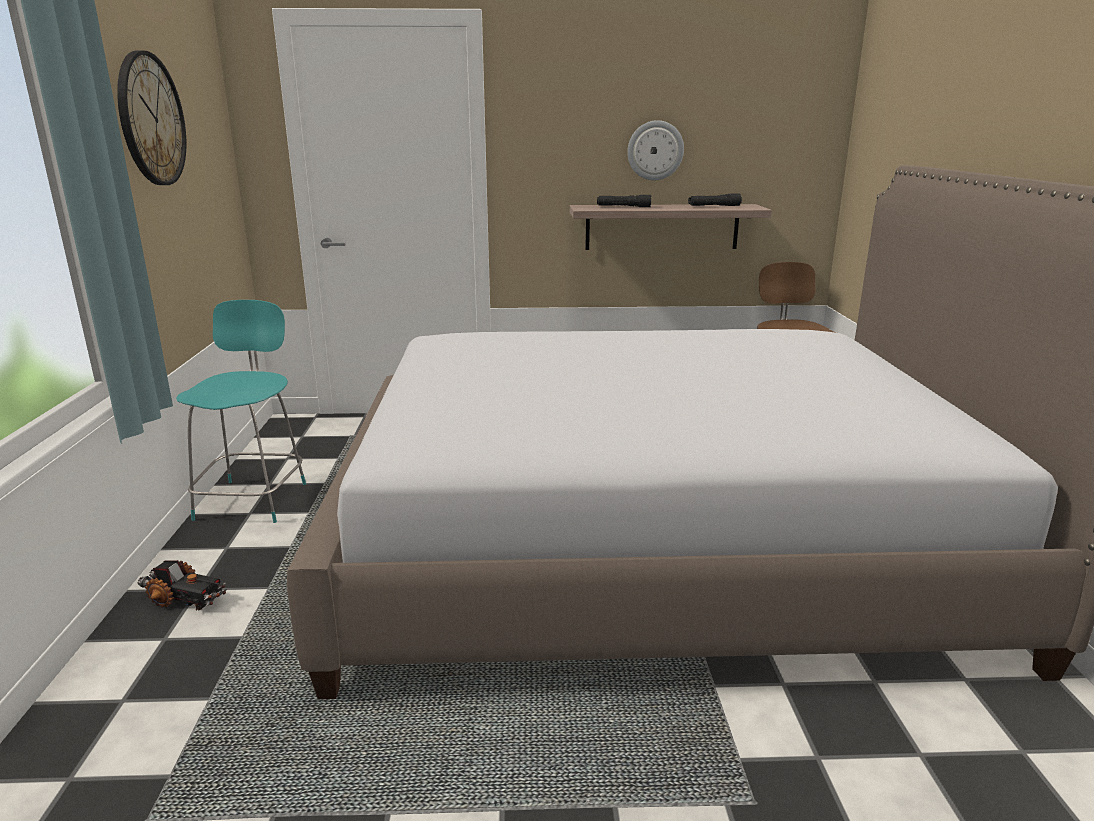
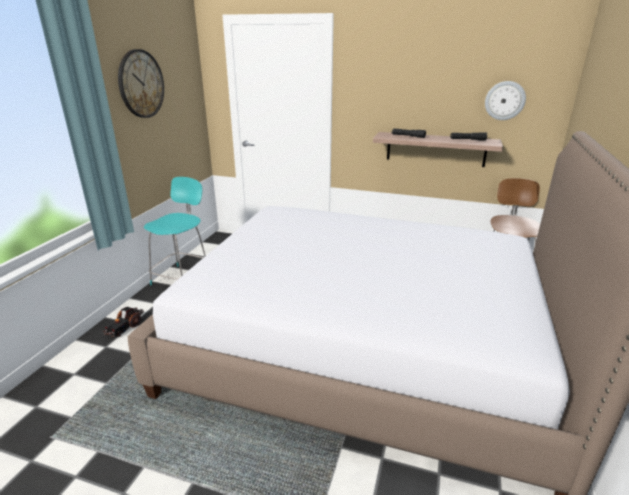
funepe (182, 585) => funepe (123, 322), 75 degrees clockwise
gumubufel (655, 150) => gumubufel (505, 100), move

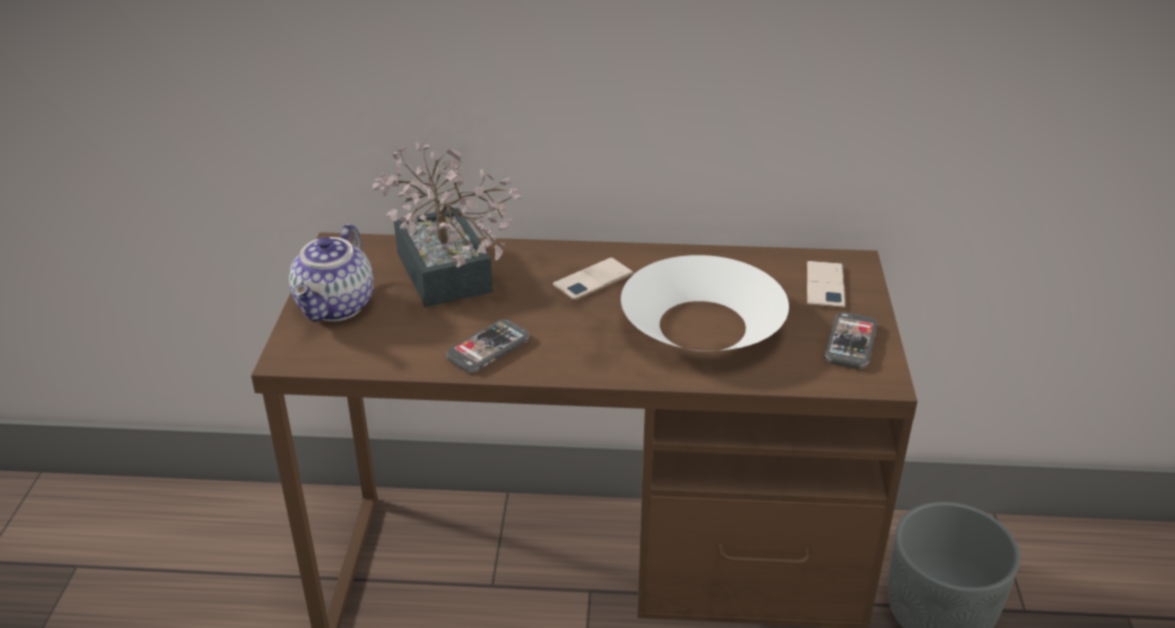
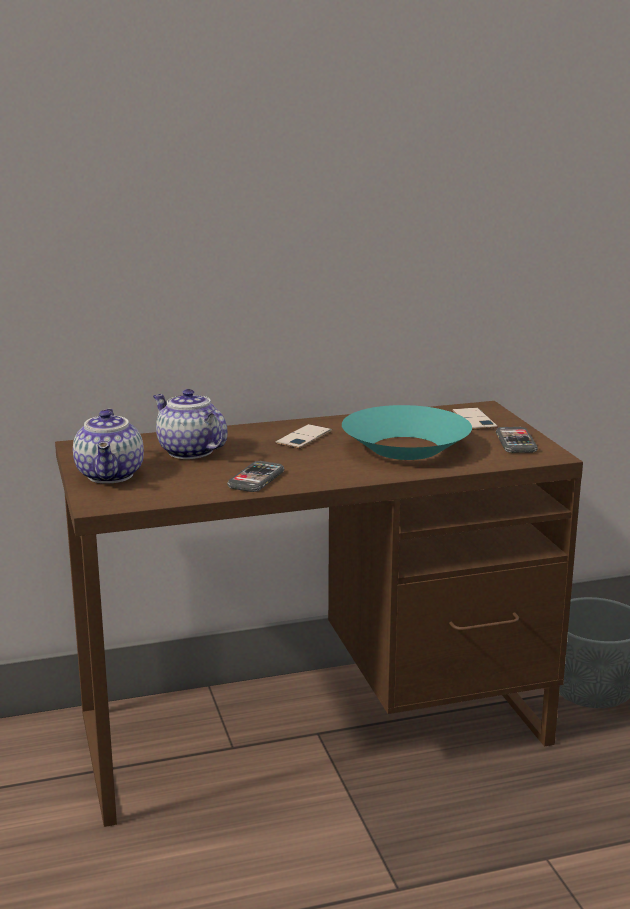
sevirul (447, 224) => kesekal (190, 424)
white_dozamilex (705, 303) => turquoise_dozamilex (407, 432)

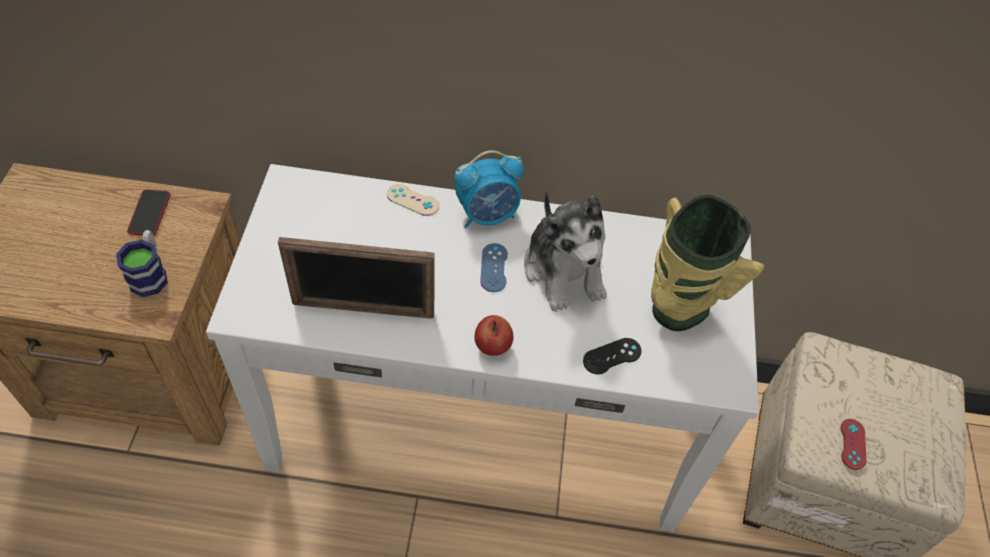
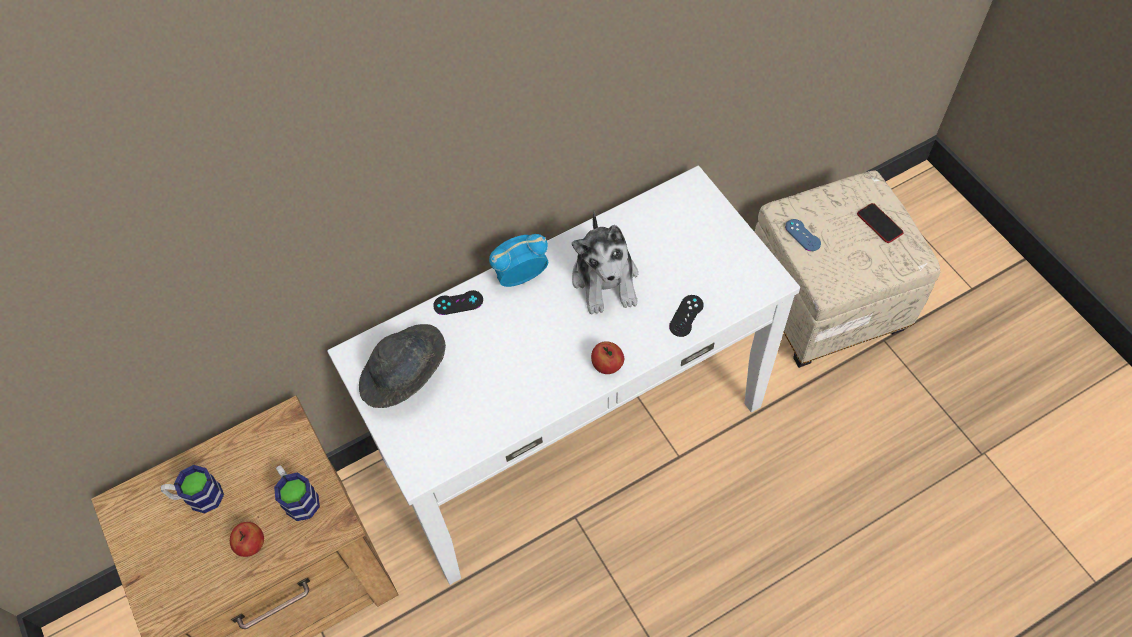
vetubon (148, 212) => vetubon (880, 223), move
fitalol (356, 278) => nothing
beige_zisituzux (413, 200) => black_zisituzux (458, 302)
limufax (489, 189) => limufax (518, 260), 150 degrees counterclockwise
blue_zisituzux (494, 267) => blue_zisituzux (803, 235), move
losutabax (565, 251) => losutabax (605, 263), 45 degrees clockwise
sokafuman (707, 263) => nothing
red_zisituzux (853, 444) => nothing
nothing => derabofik (192, 489)
nothing => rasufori (247, 539)
nothing => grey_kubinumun (402, 366)

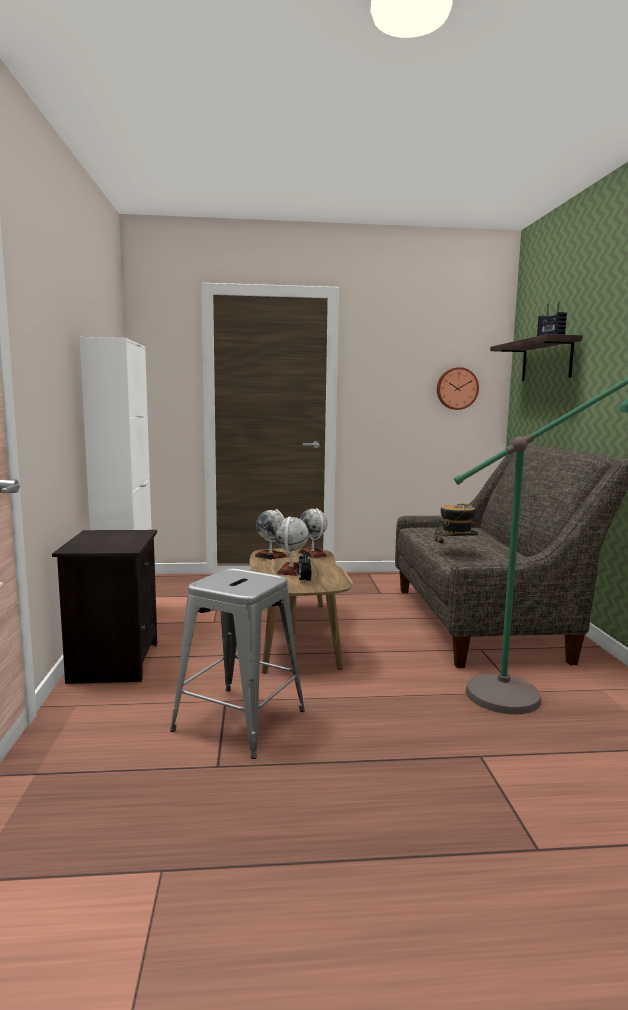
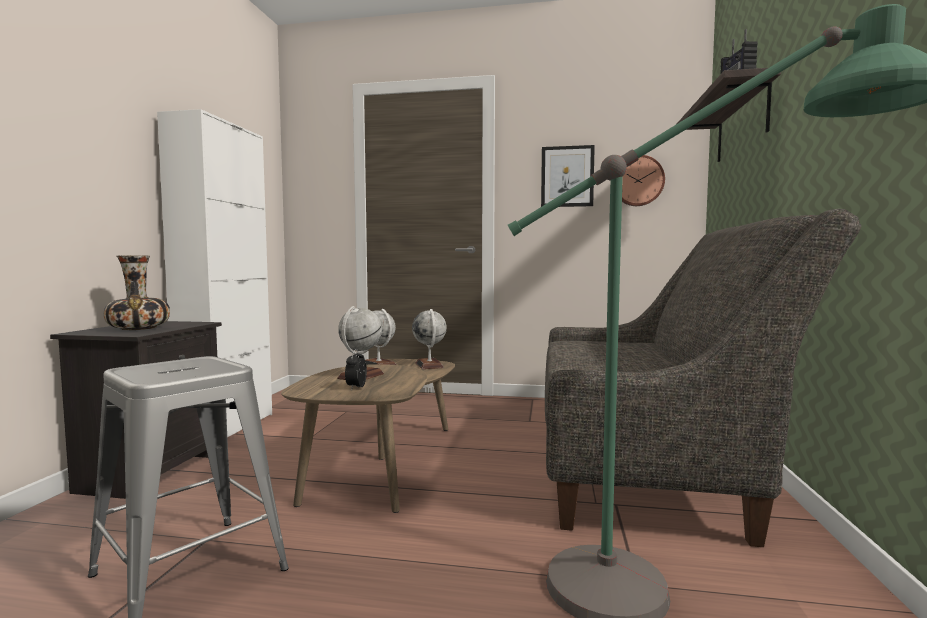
kubinumun (456, 525) => nothing
nothing => sokafuman (137, 292)
nothing => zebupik (568, 176)

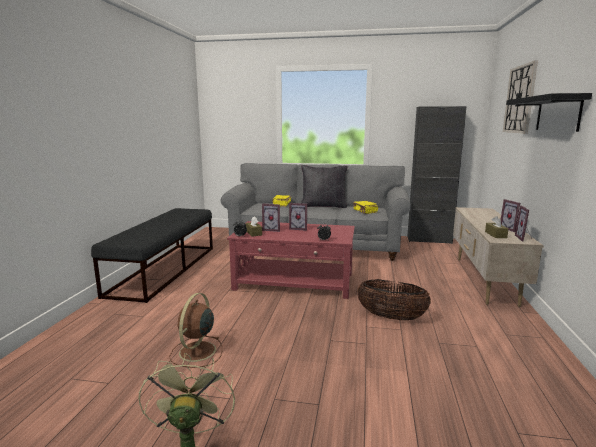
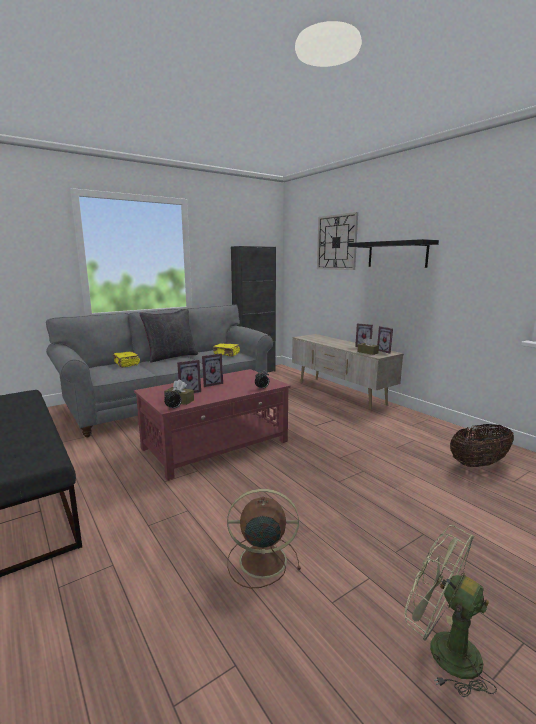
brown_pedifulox (195, 330) => brown_pedifulox (264, 539), 120 degrees clockwise
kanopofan (394, 299) => kanopofan (482, 445), move

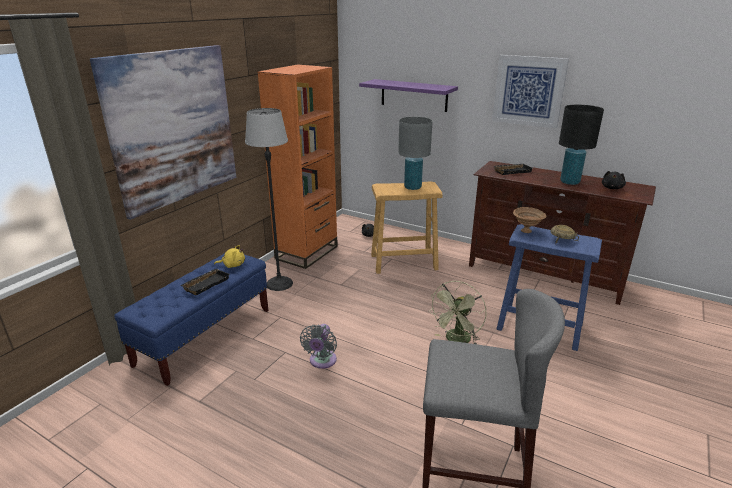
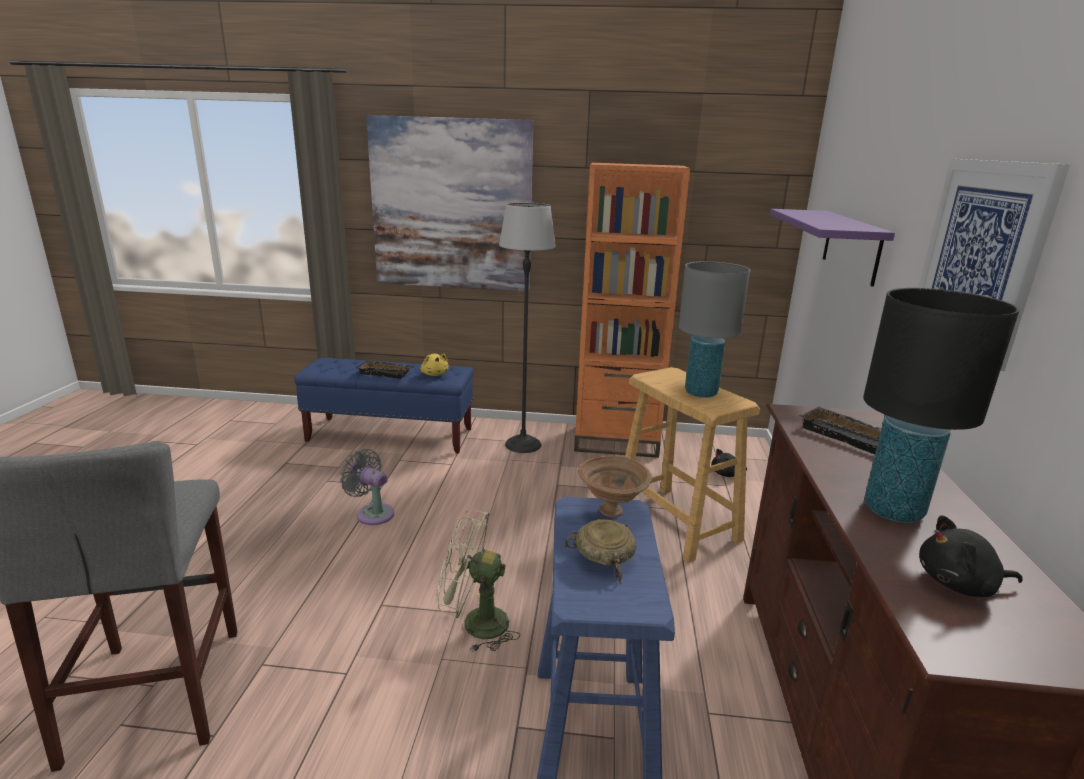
grey_pedifulox (318, 346) => grey_pedifulox (367, 487), 45 degrees clockwise

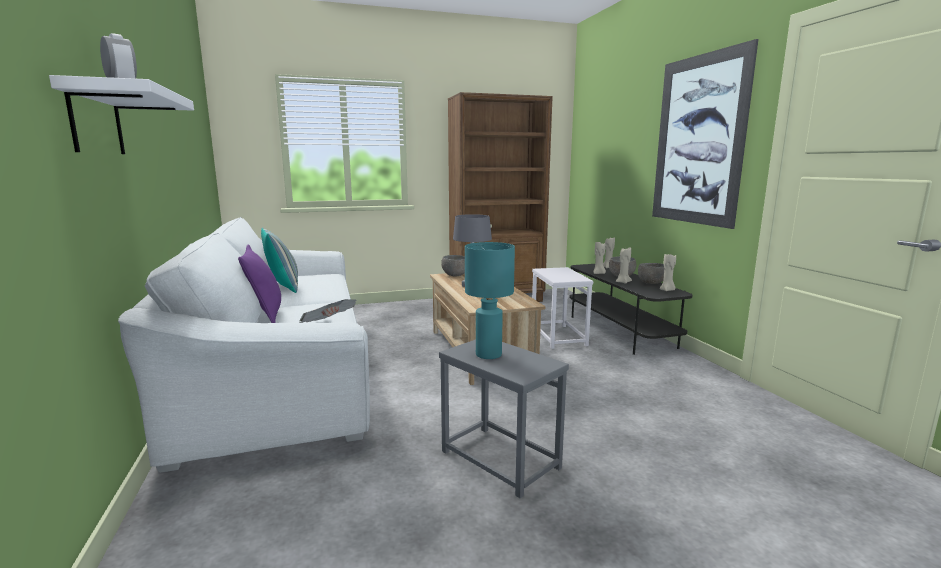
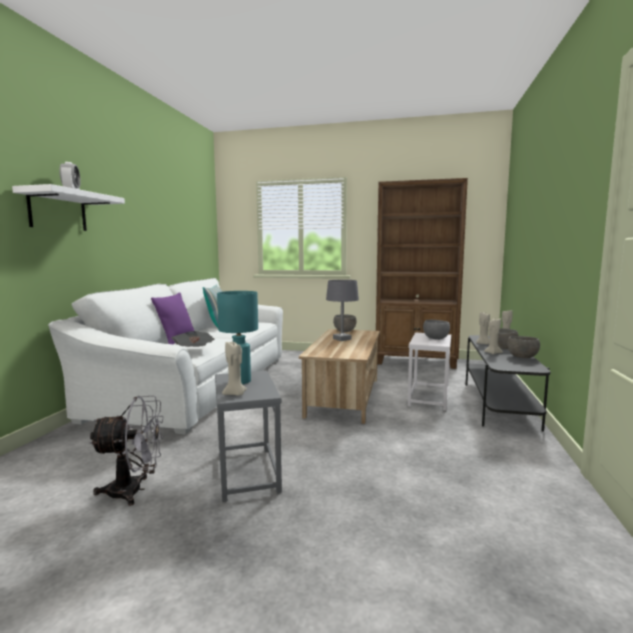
zebupik (705, 134) => nothing
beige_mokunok (668, 272) => beige_mokunok (234, 369), move
nothing => grey_pedifulox (126, 451)
nothing => grey_dozamilex (436, 330)

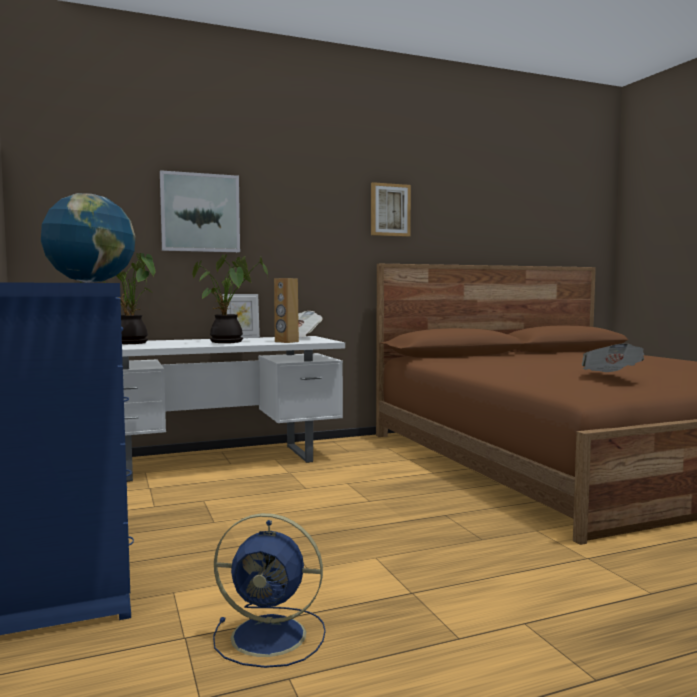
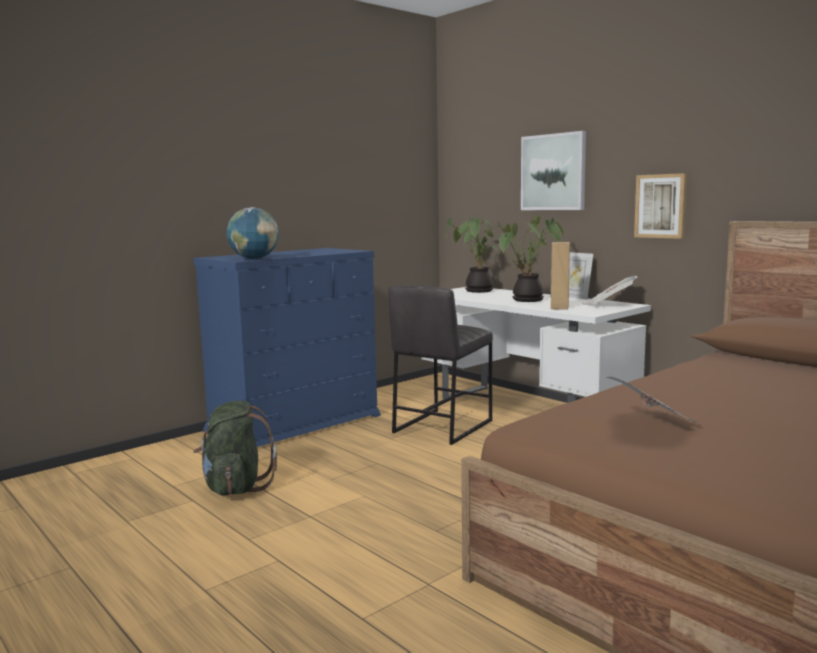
blue_pedifulox (269, 590) => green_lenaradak (235, 448)
zebupik (391, 209) => zebupik (660, 206), move
nothing => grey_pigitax (440, 365)

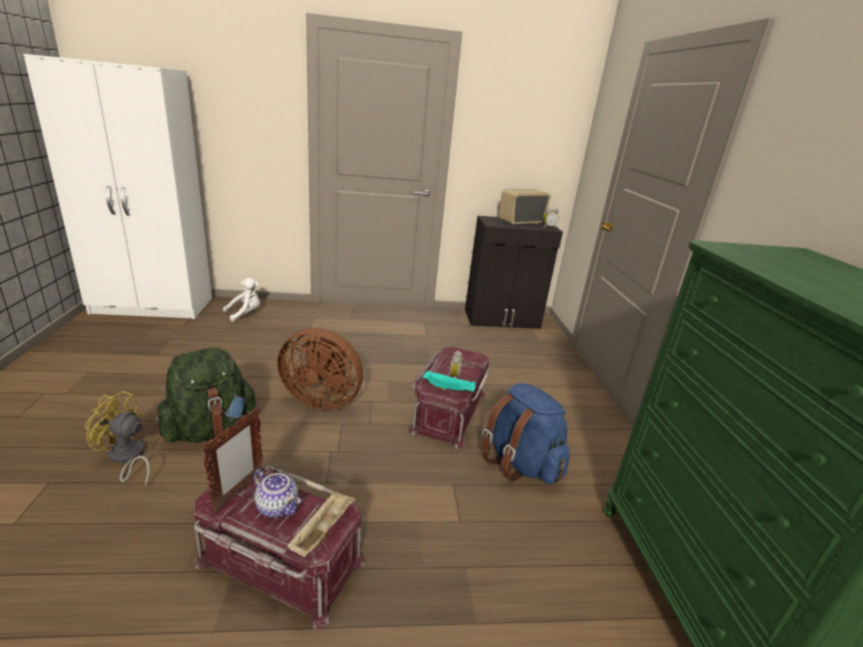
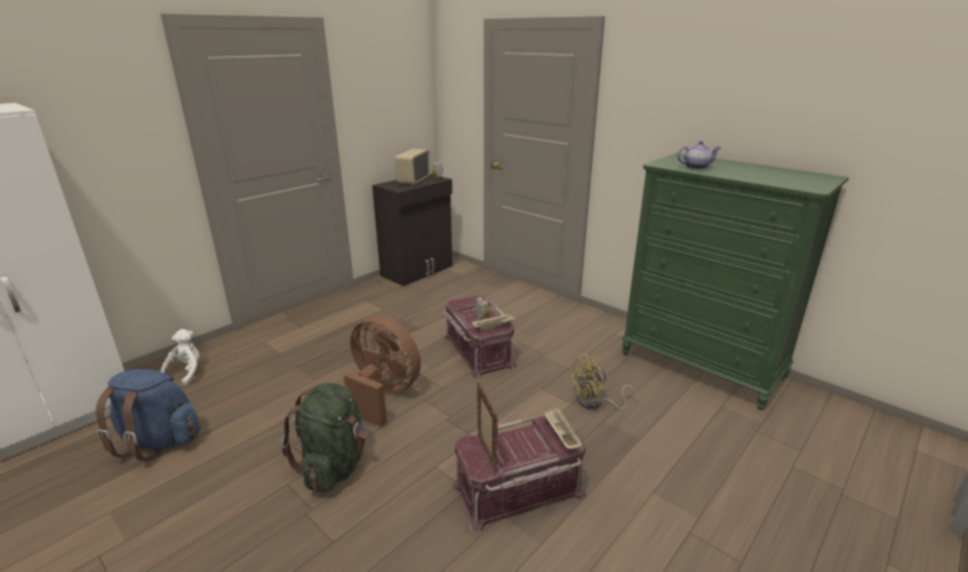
yellow_pedifulox (117, 438) => yellow_pedifulox (602, 382), move
kesekal (277, 493) => kesekal (698, 155), move
brown_pedifulox (320, 369) => brown_pedifulox (382, 371), 120 degrees counterclockwise
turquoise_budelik (449, 381) => beige_budelik (494, 321)
blue_lenaradak (526, 433) => blue_lenaradak (148, 415), move

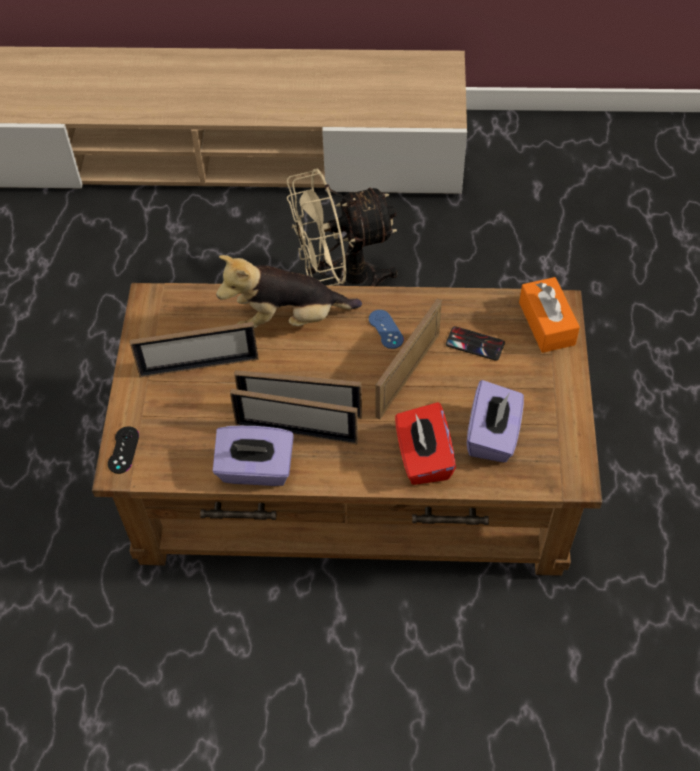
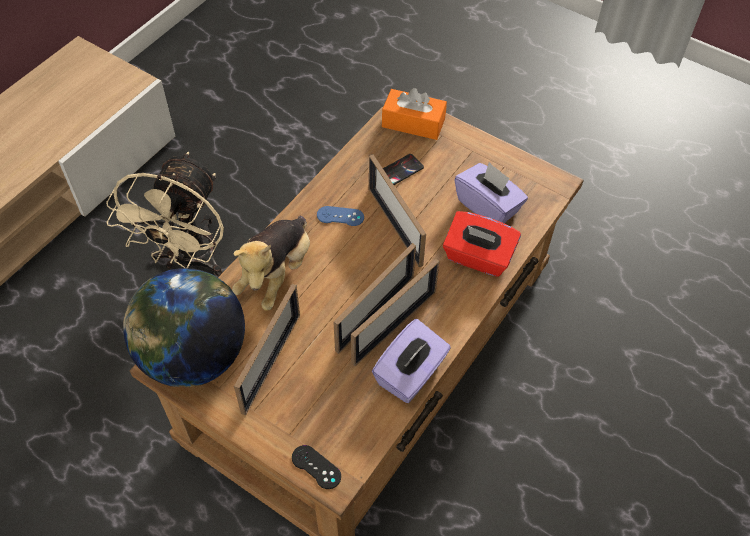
nothing => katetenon (184, 328)

